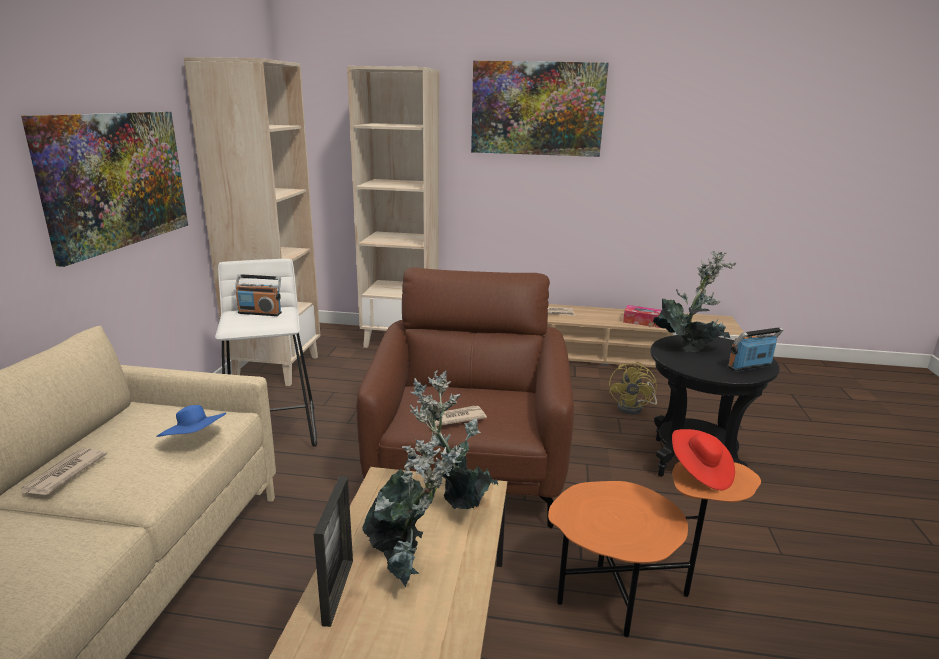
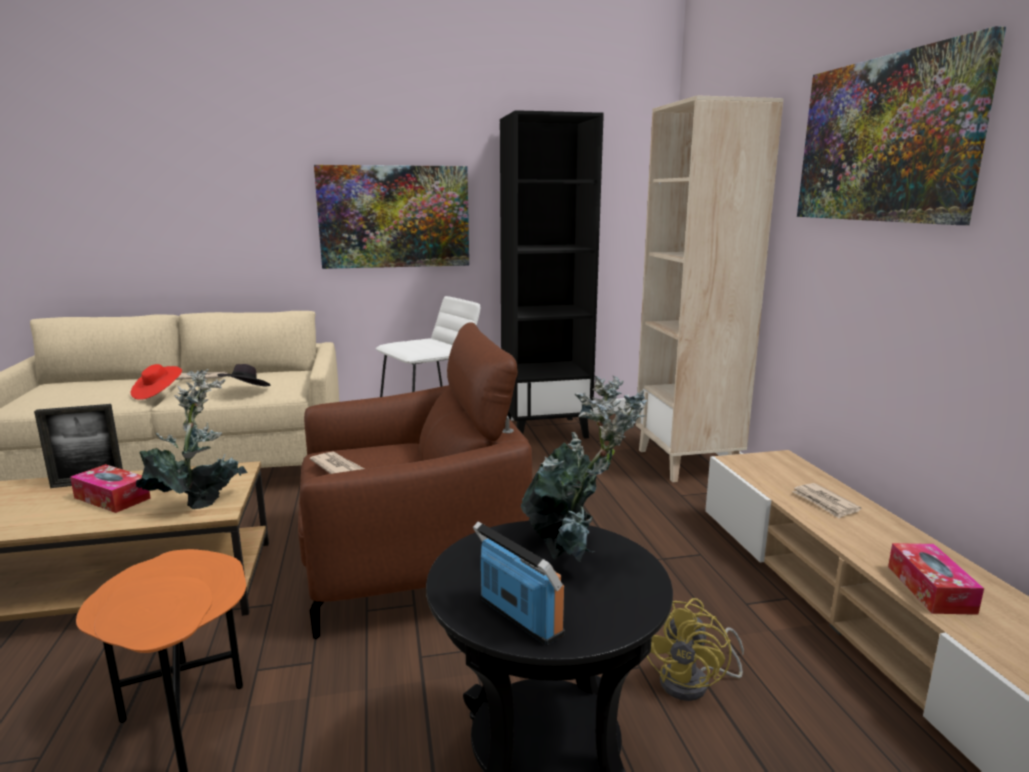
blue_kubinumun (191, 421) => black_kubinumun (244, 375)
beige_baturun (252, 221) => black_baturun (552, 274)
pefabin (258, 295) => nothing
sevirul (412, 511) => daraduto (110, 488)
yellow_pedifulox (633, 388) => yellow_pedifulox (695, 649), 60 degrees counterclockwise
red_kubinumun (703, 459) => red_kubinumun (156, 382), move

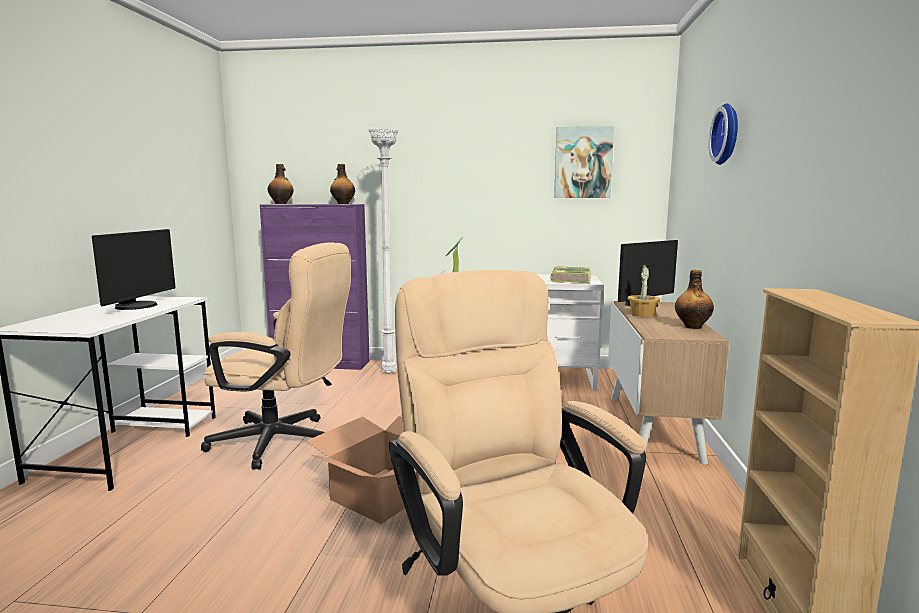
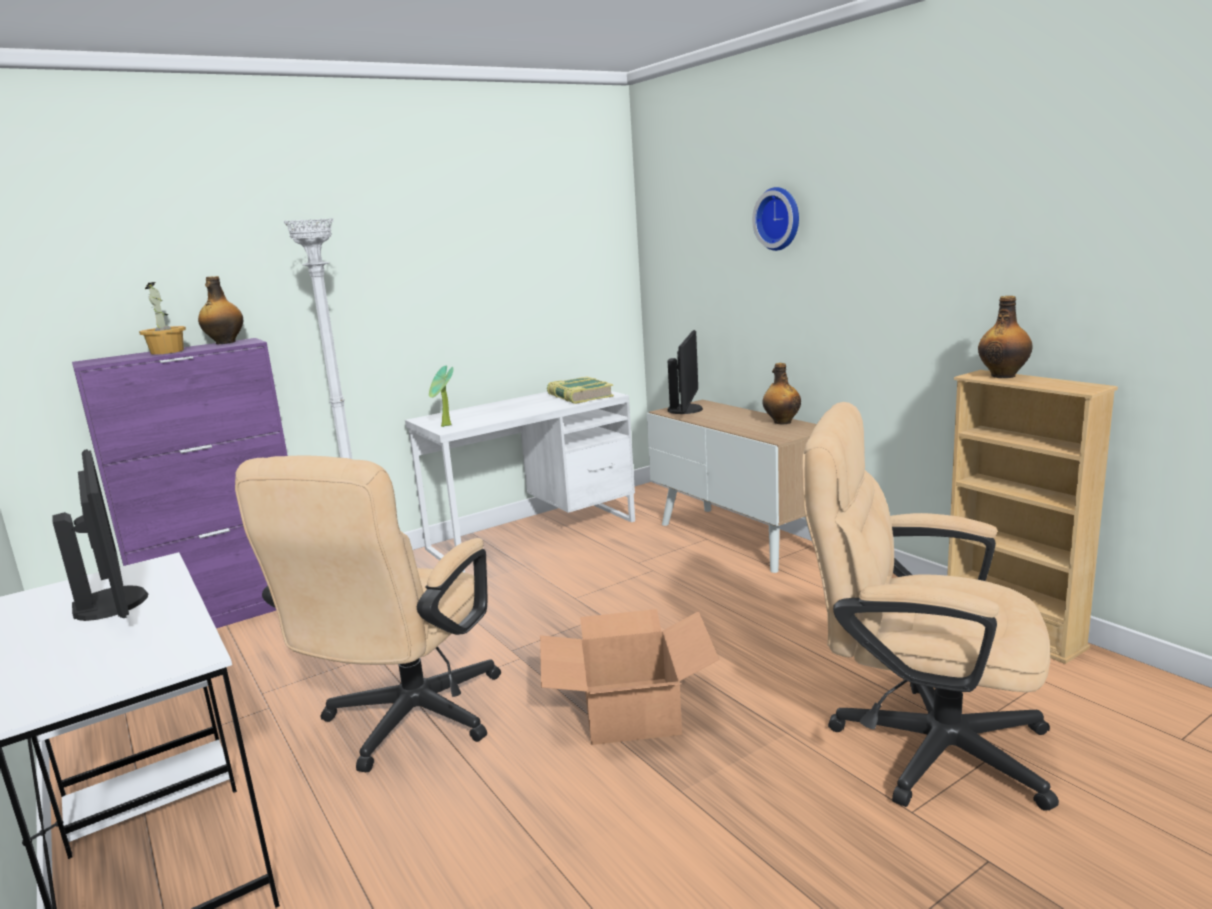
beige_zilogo (276, 356) => beige_zilogo (368, 614), 135 degrees clockwise
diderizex (281, 184) => diderizex (1005, 337), move
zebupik (584, 162) => nothing
sevirul (643, 290) => sevirul (162, 318), move

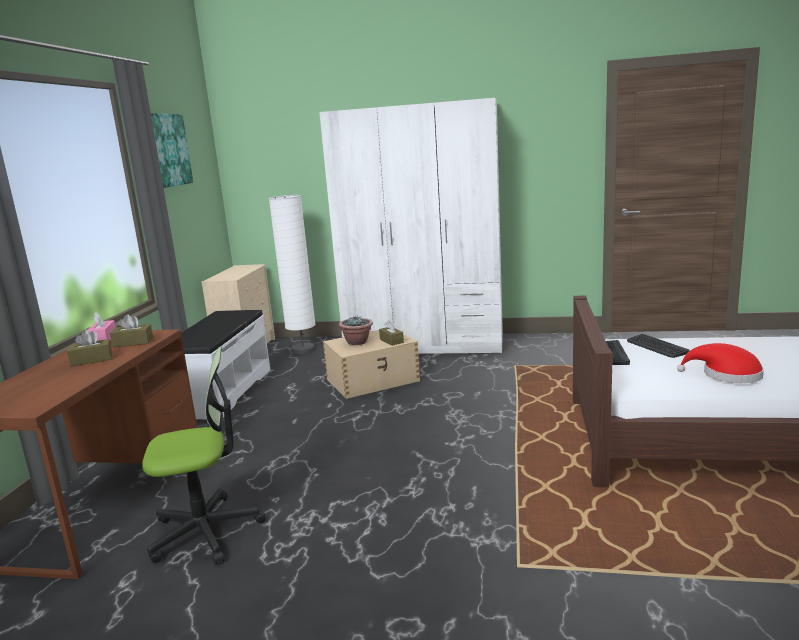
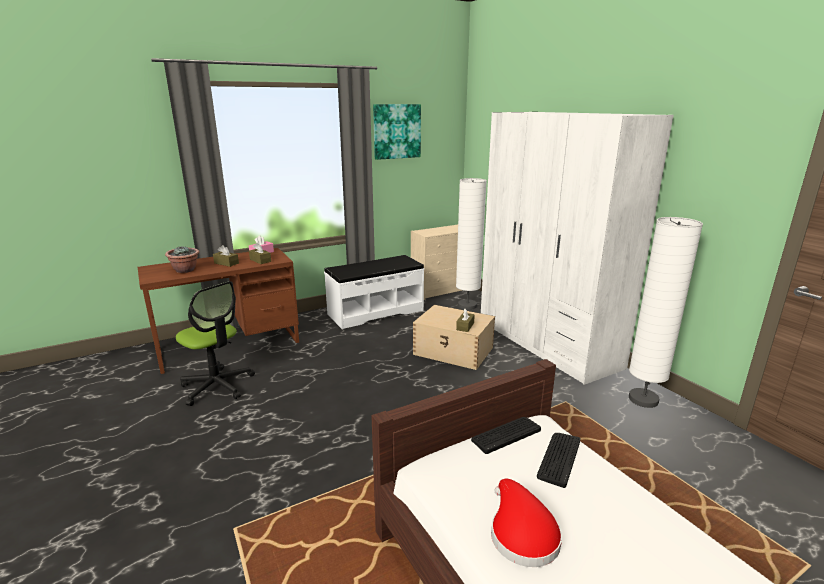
sevirul (356, 330) => sevirul (182, 259), move
nothing => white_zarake (666, 312)

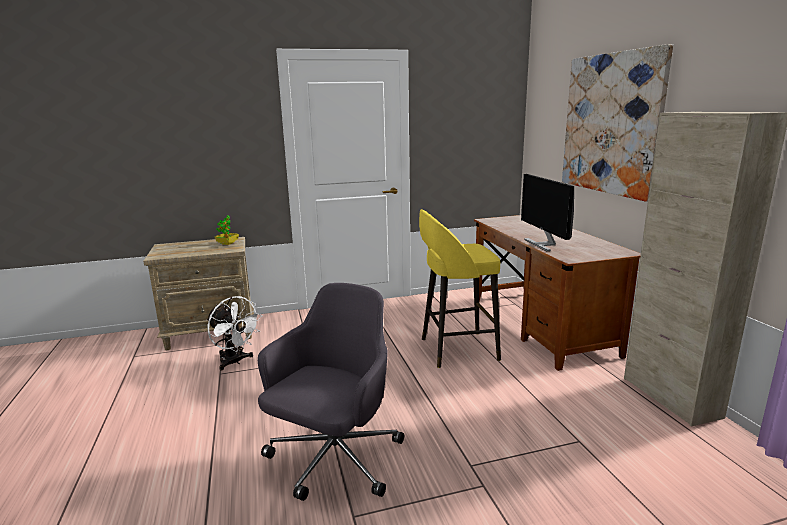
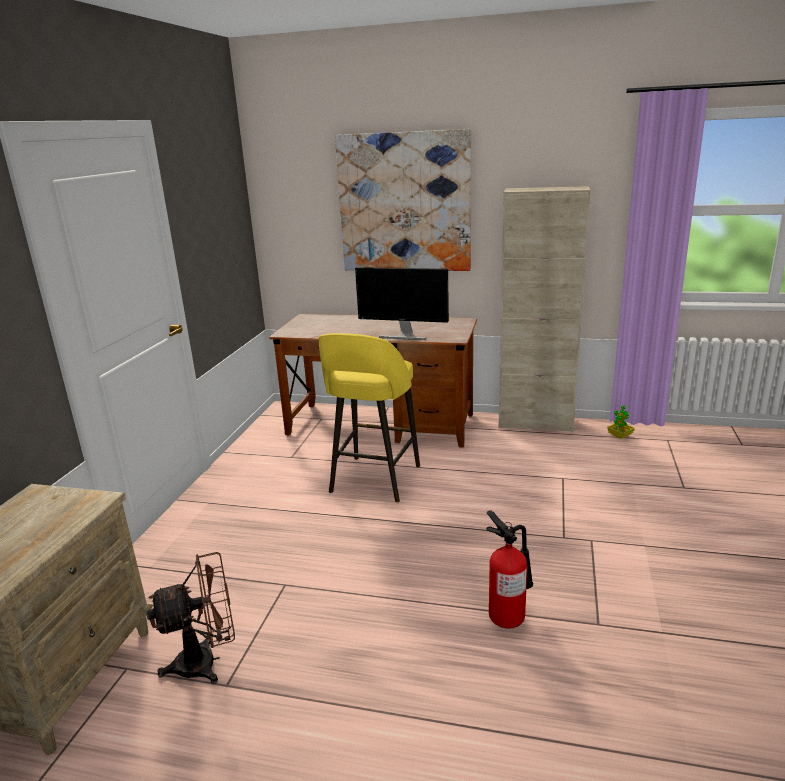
white_pedifulox (234, 333) => brown_pedifulox (191, 618)
sevirul (227, 230) => sevirul (621, 422), move
grey_zilogo (331, 392) => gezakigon (509, 569)

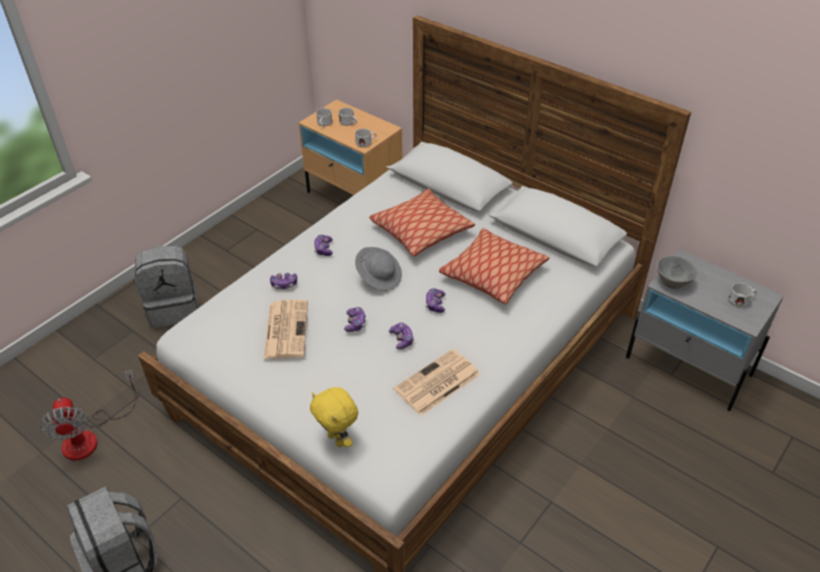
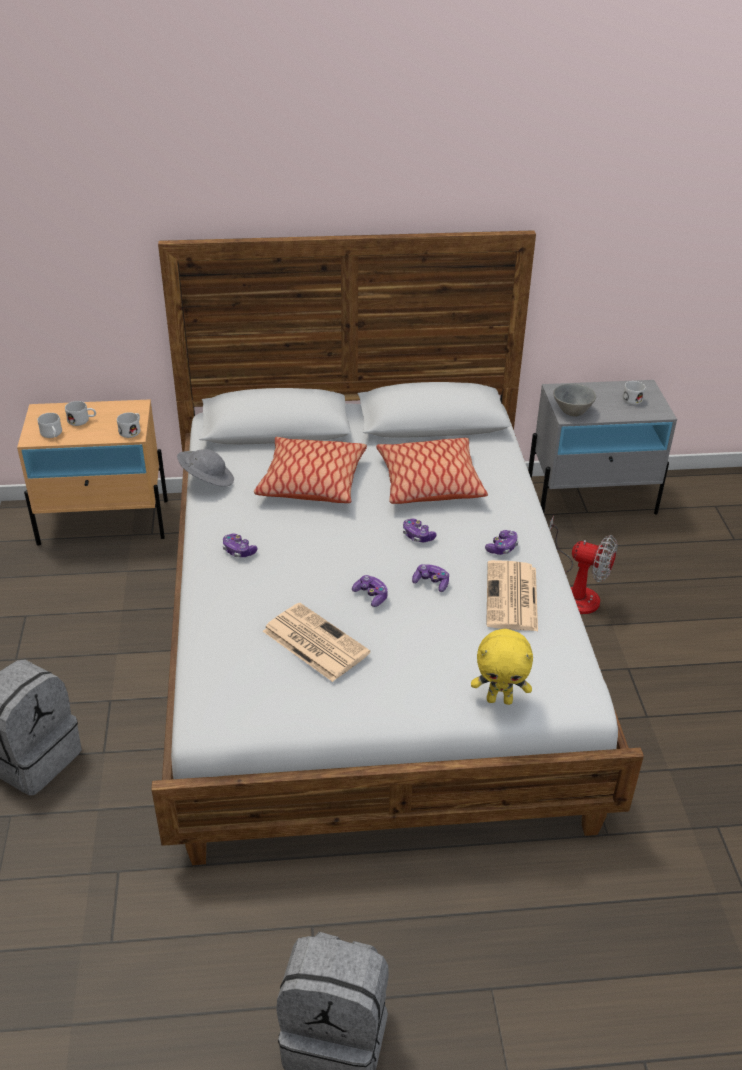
pedifulox (88, 415) => pedifulox (583, 565), move
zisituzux (283, 281) => zisituzux (502, 542), move
grey_kubinumun (378, 269) => grey_kubinumun (205, 468), move

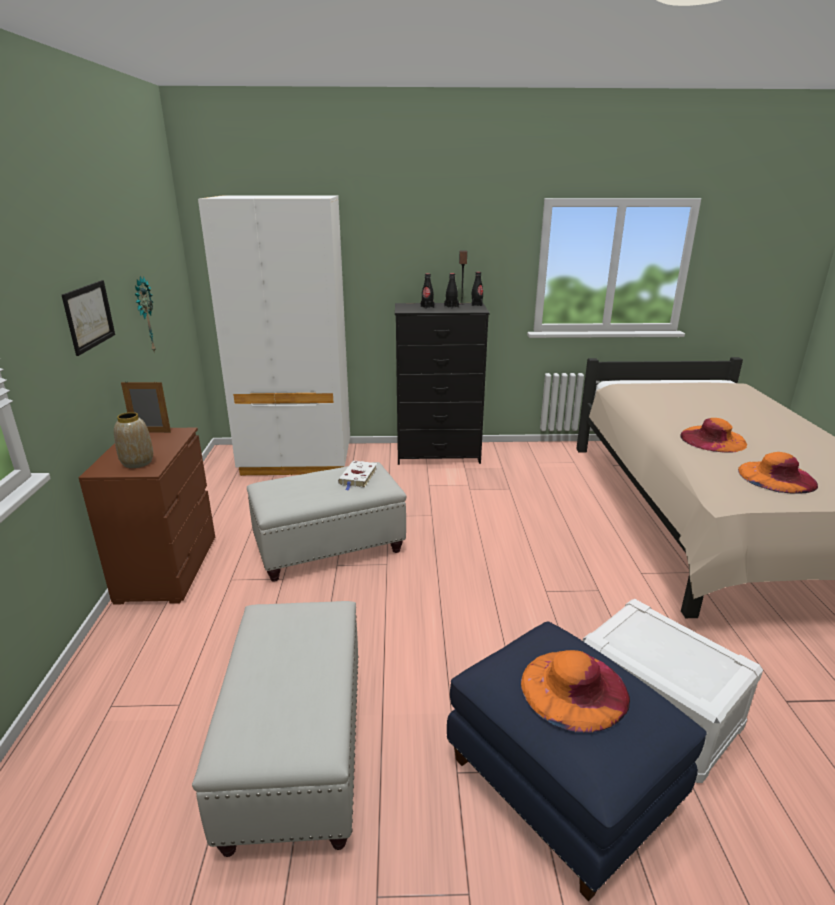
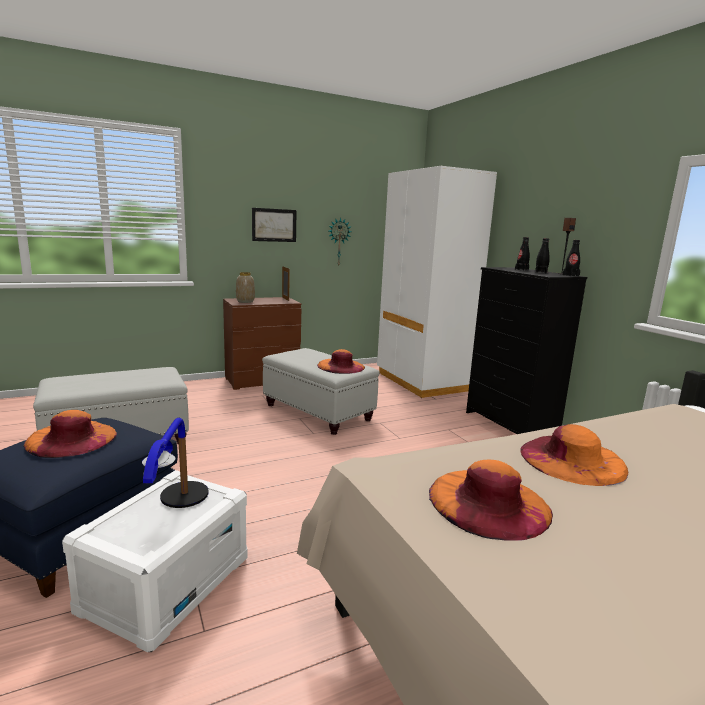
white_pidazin (357, 476) => orange_kubinumun (341, 361)
nothing => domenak (175, 463)

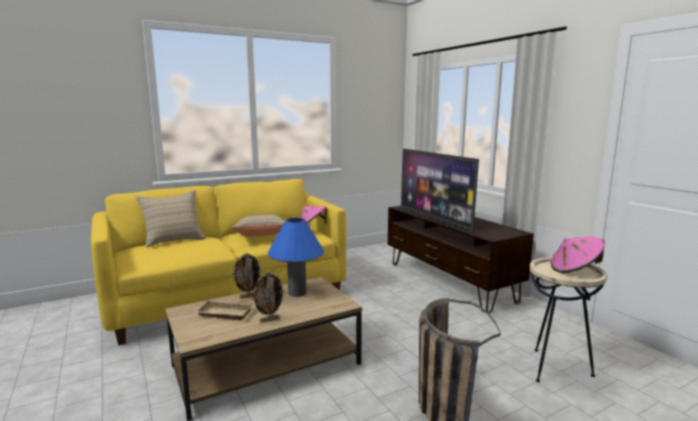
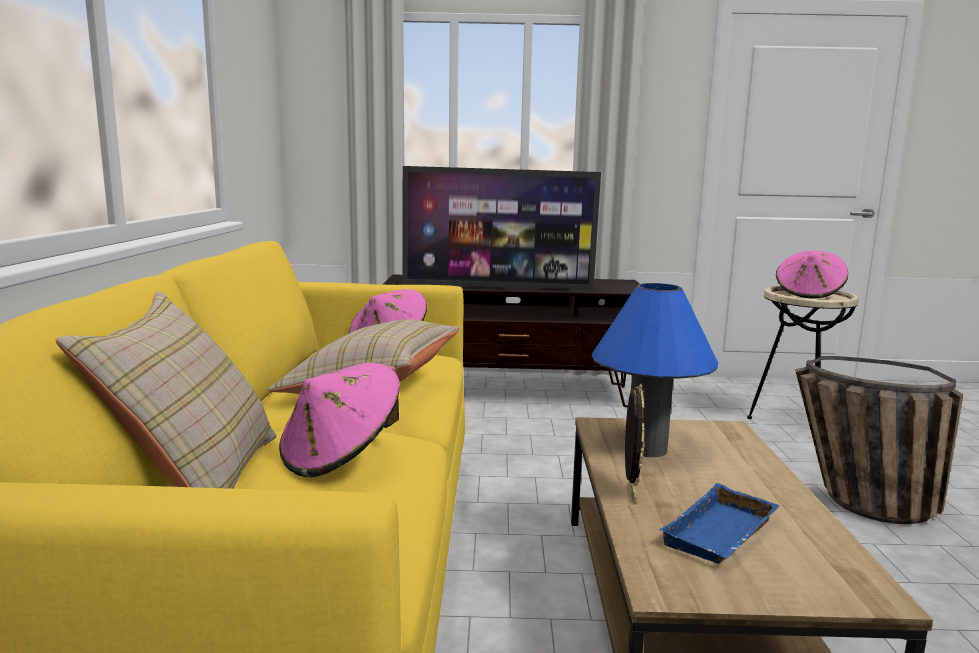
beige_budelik (224, 310) => blue_budelik (719, 523)
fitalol (268, 297) => nothing
nothing => pink_kubinumun (339, 420)

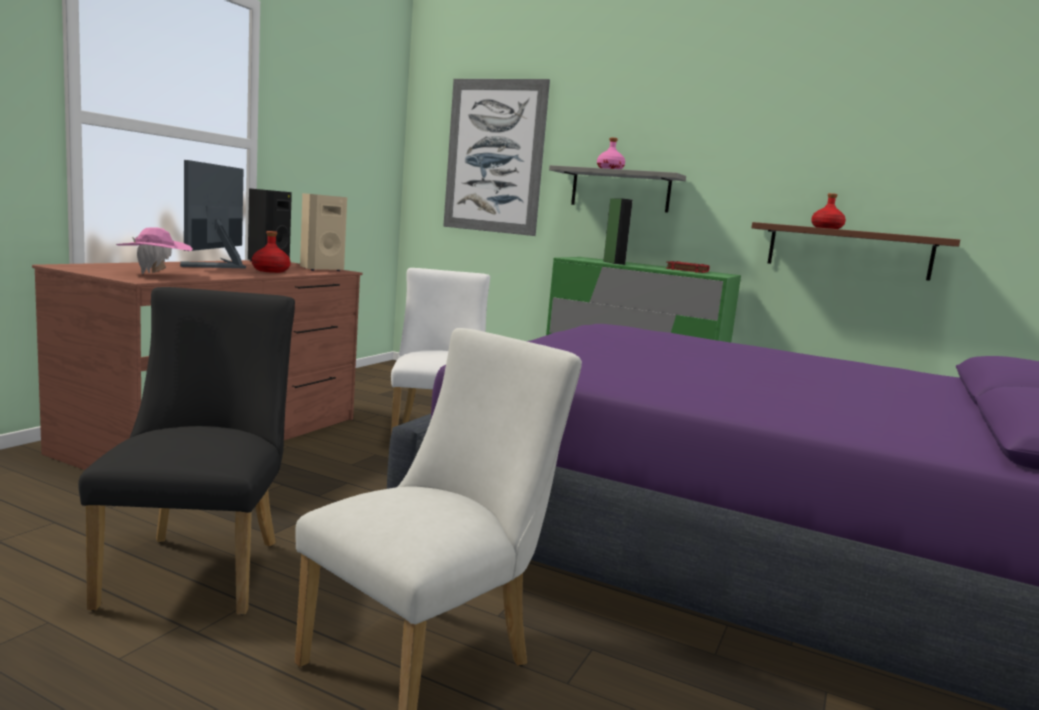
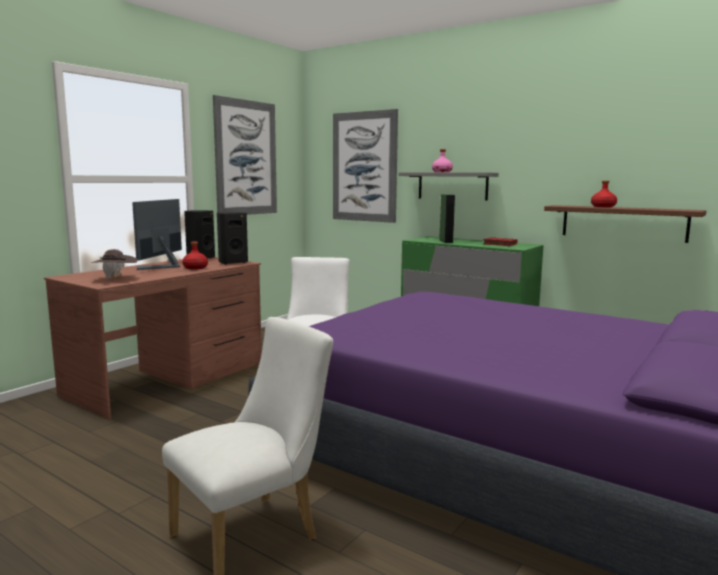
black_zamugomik (186, 451) => nothing
pink_kubinumun (154, 251) => brown_kubinumun (114, 264)
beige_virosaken (323, 232) => black_virosaken (232, 238)
nothing => zebupik (245, 155)

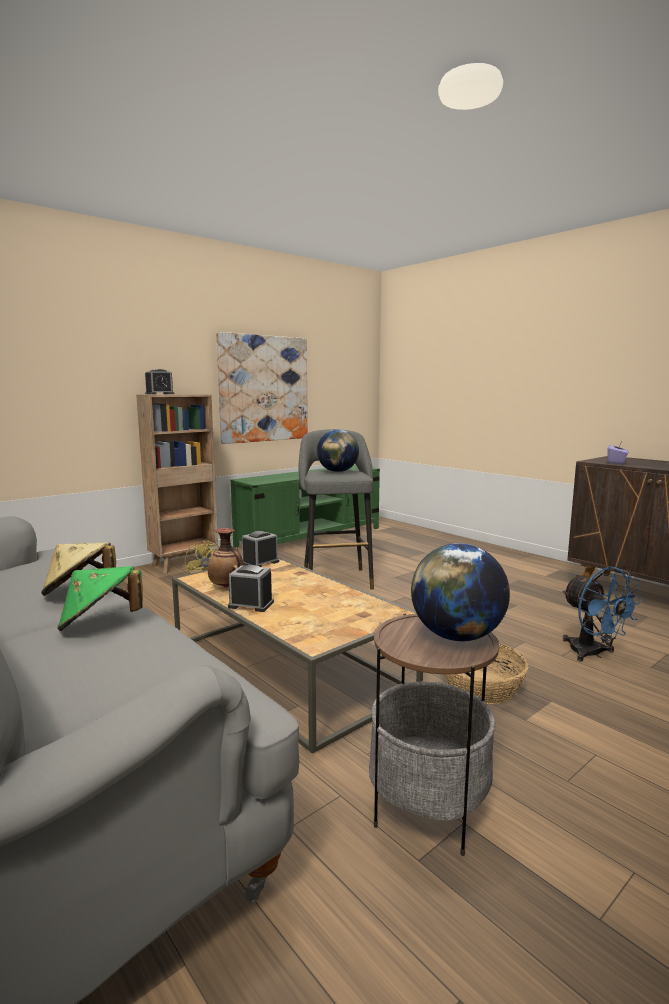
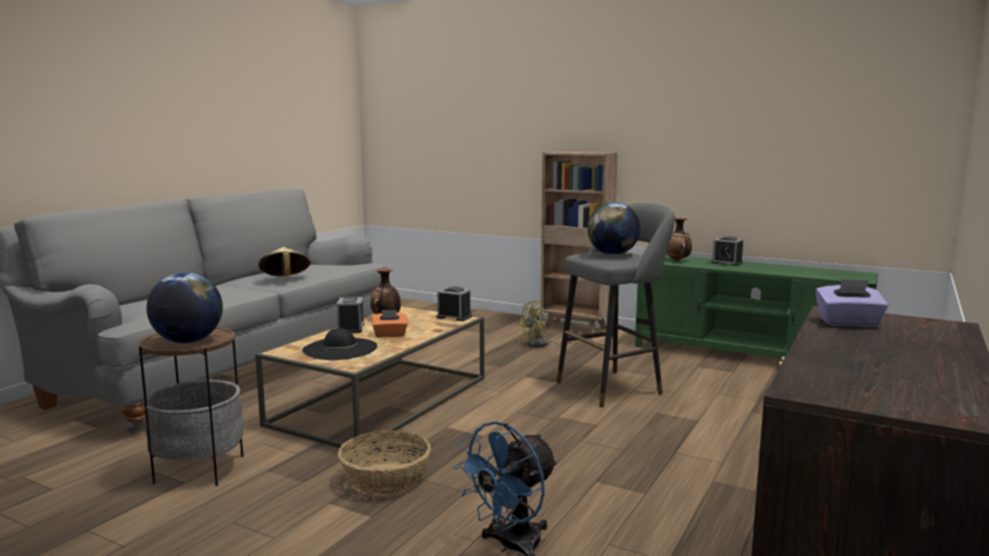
green_kubinumun (100, 598) => nothing
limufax (160, 381) => limufax (727, 251), move
zebupik (262, 388) => nothing
nothing => black_kubinumun (339, 344)
nothing => orange_daraduto (390, 323)
nothing => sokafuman (679, 239)

